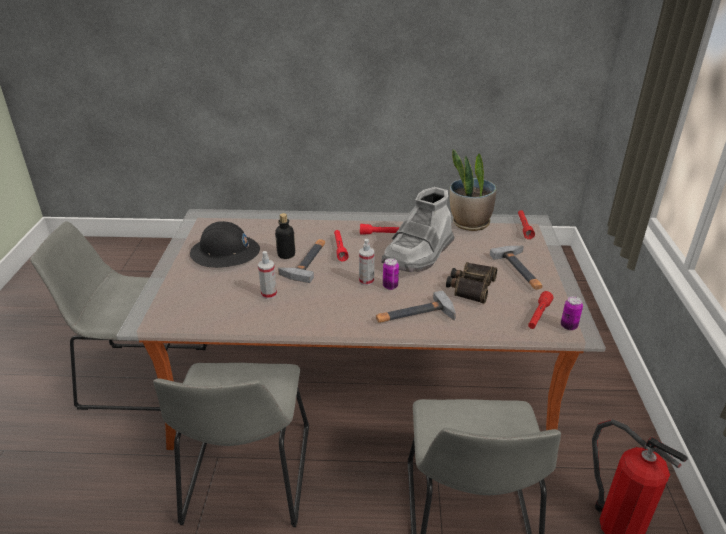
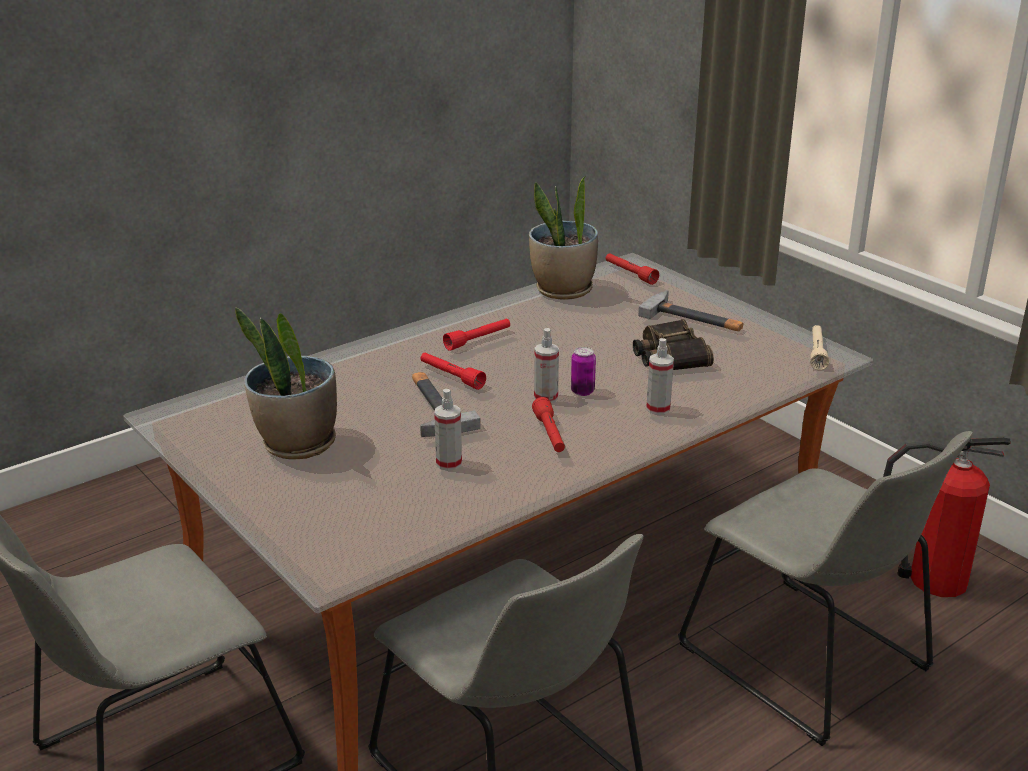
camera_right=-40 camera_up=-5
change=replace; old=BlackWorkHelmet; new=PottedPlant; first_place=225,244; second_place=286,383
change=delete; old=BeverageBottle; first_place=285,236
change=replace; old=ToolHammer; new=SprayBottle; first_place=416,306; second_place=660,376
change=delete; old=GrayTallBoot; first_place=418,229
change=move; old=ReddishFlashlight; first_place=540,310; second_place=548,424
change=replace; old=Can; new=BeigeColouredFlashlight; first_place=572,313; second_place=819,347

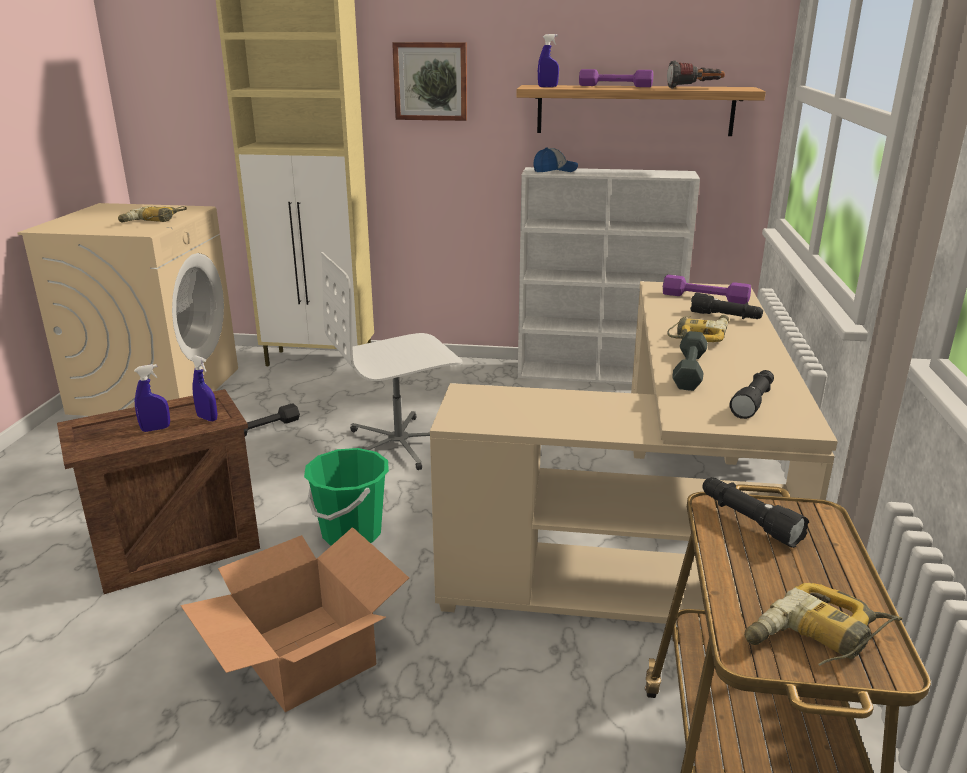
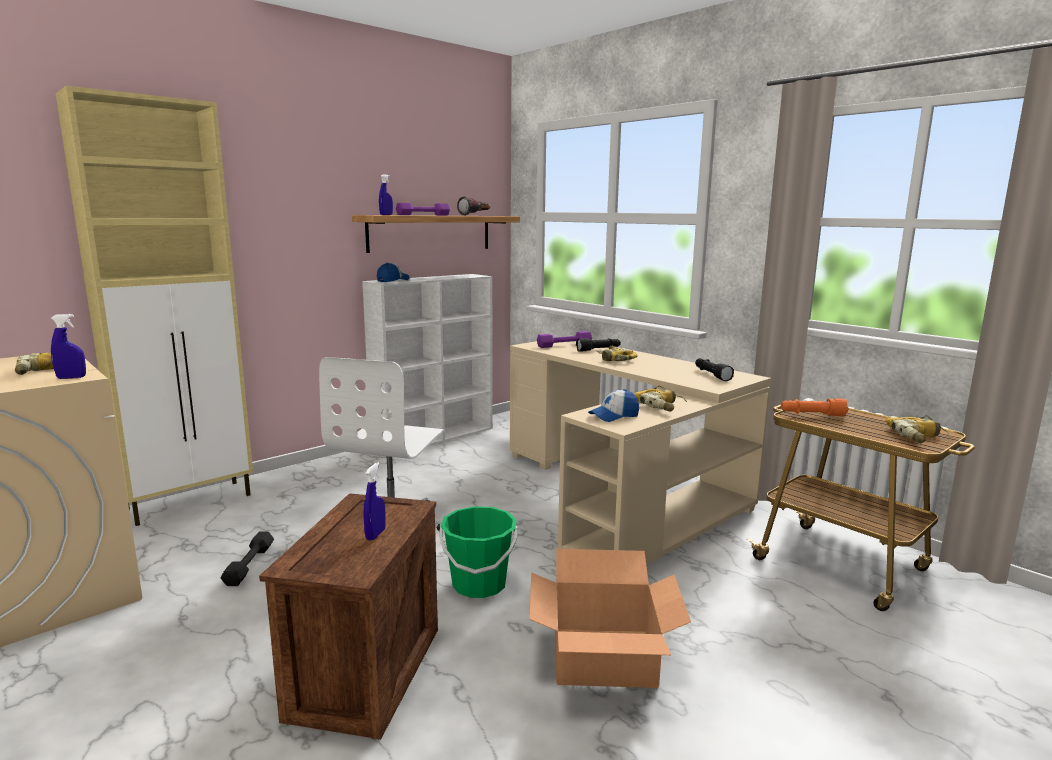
camera_right=-50 camera_up=-10
change=move; old=BluishSprayBottle; first_place=204,388; second_place=68,346
change=delete; old=Picture; first_place=429,81
change=delete; old=GrayHandWeight; first_place=690,361
change=recolor; old=BlackFlashlight; new=OrangeColouredFlashlight; first_place=755,513; second_place=814,407
change=insert; new=PeakedCap; second_place=613,405
change=insert; new=ElectricDrill; second_place=660,399

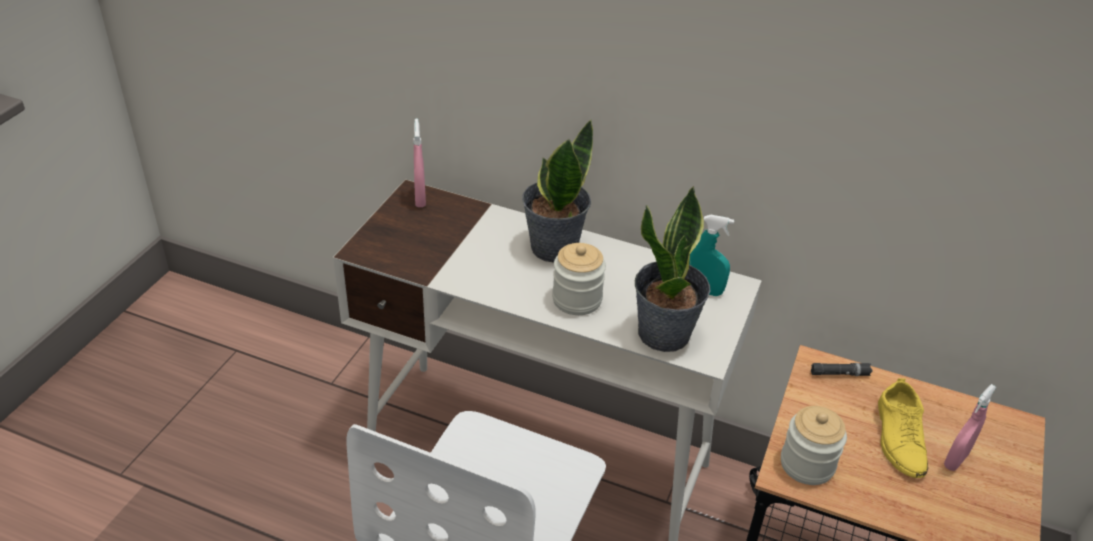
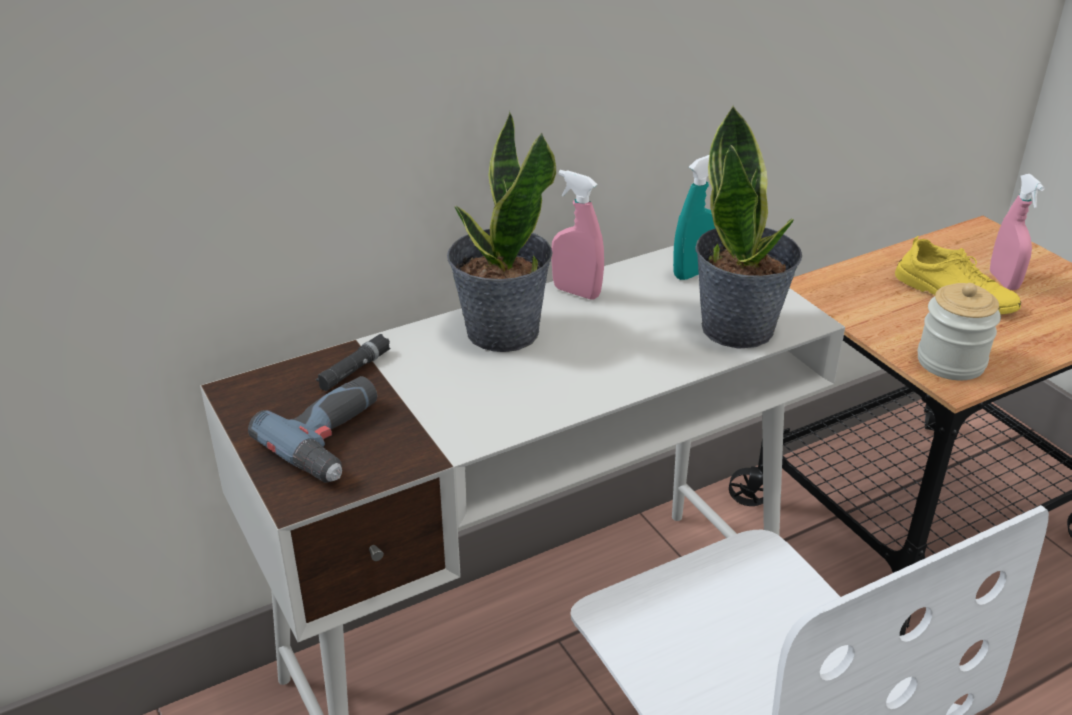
camera_right=-50 camera_up=-5
change=move; old=PinkSprayBottle; first_place=420,162; second_place=577,235
change=delete; old=PreserveJar; first_place=579,279
change=move; old=BlackFlashlight; first_place=841,369; second_place=353,362
change=insert; new=ElectricDrill; second_place=312,429

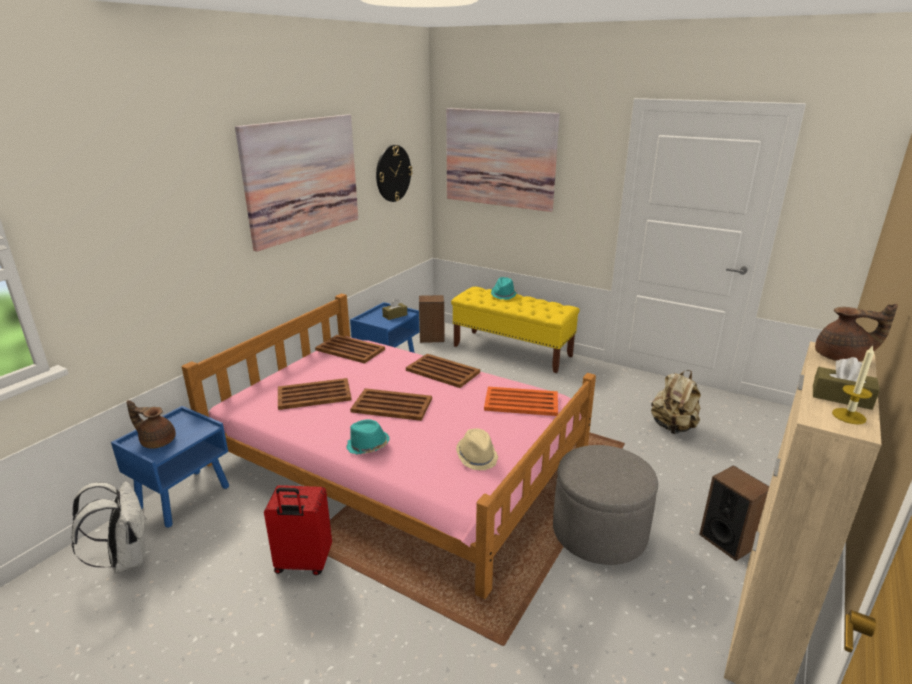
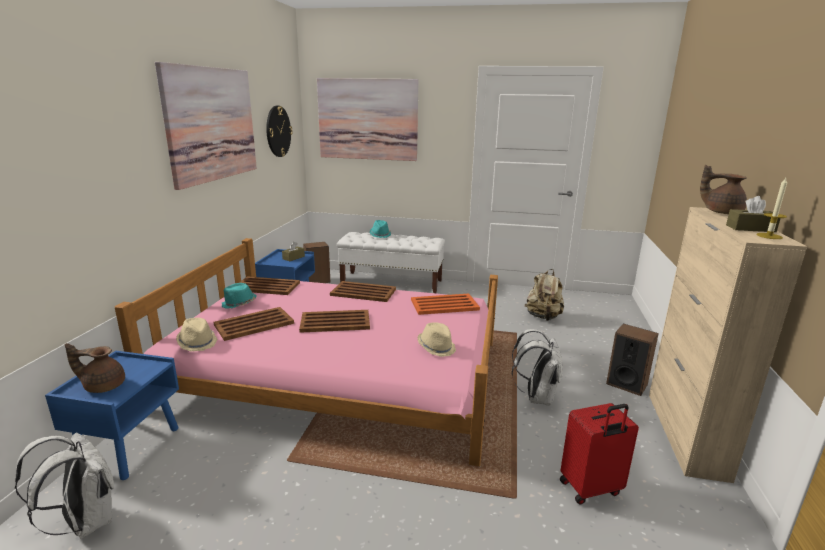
camera_right=-20 camera_up=-5
change=move; old=ReddishTravelCase; first_place=298,530; second_place=599,454
change=move; old=TurquoiseClothingHat; first_place=368,437; second_place=239,296
change=recolor; old=YellowishBench; new=WhiteColouredBench; first_place=515,330; second_place=391,262
change=replace; old=GrayFootrest; new=WhiteColouredRucksack; first_place=605,505; second_place=537,367
change=rotate; old=BrownColouredPotForTea; first_place=856,333; second_place=723,189; degrees=-150
change=insert; new=BeigeColouredClothingHat; second_place=196,335

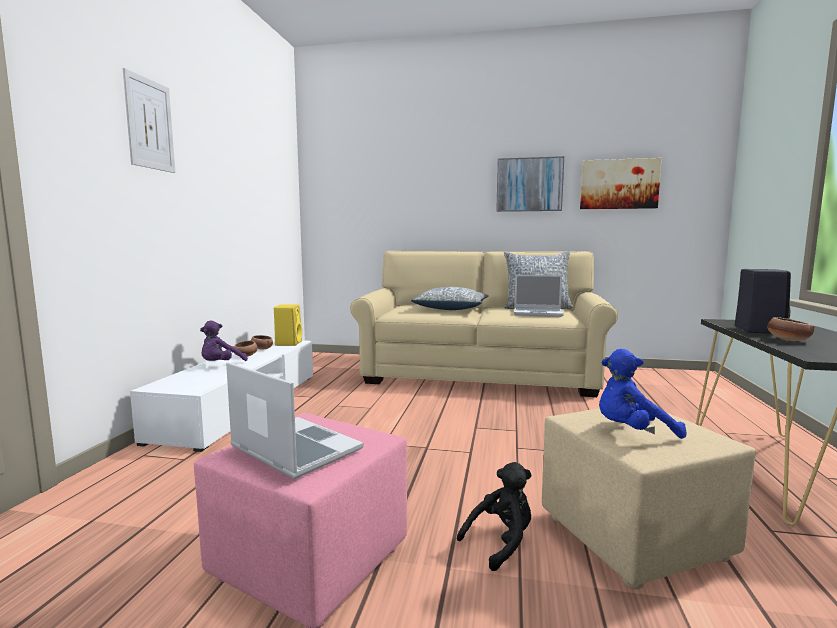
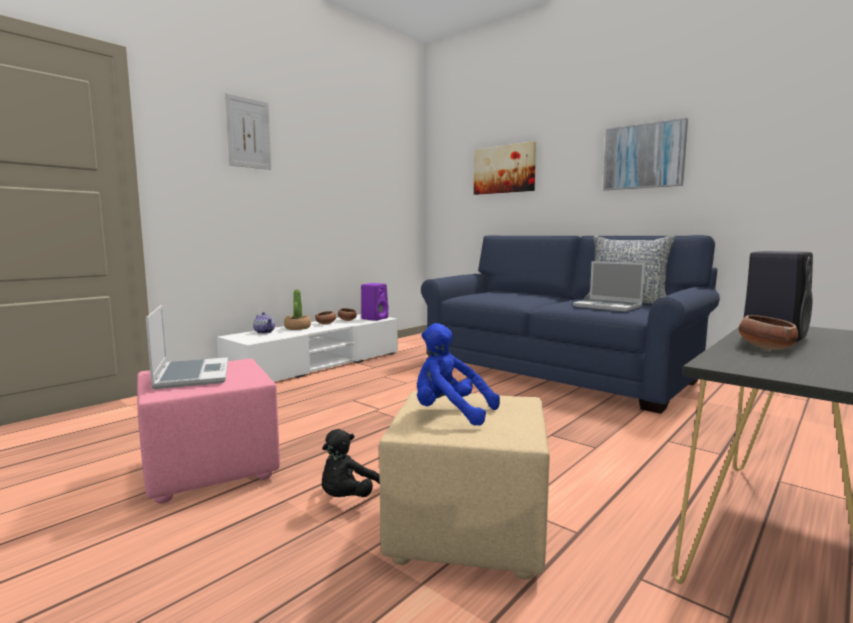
camera_right=30 camera_up=0
change=replace; old=PurplishCuddlyToy; new=PottedPlant; first_place=224,340; second_place=297,309
change=recolor; old=YellowishSpeaker; new=PurplishSpeaker; first_place=288,325; second_place=375,302
change=recolor; old=BeigeColouredCouch; new=BluishCouch; first_place=484,324; second_place=570,324
change=delete; old=ThrowPillow; first_place=450,298
change=rotate; old=BlackCuddlyToy; first_place=494,516; second_place=351,463; degrees=120
change=move; old=Picture; first_place=621,183; second_place=505,168
change=insert; new=PotForTea; second_place=264,323

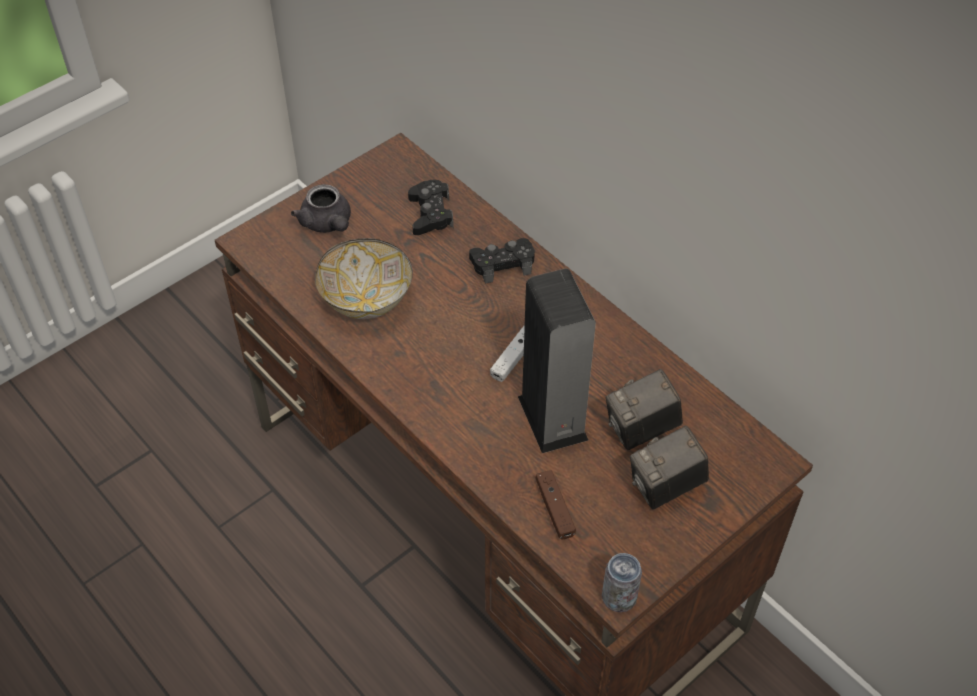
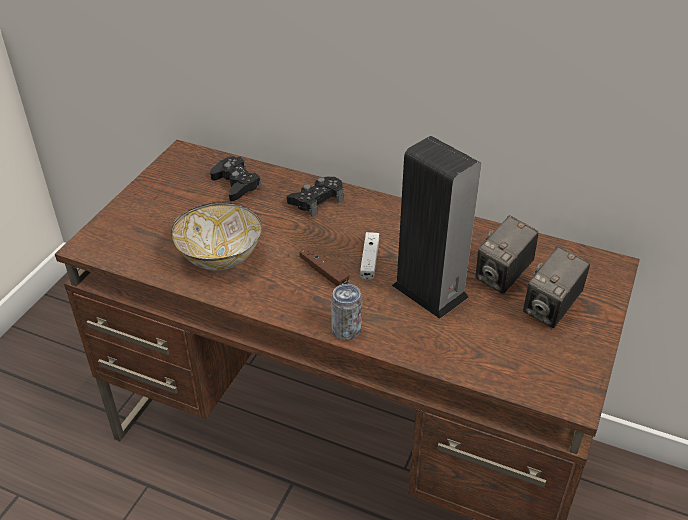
camera_right=-25 camera_up=-10
change=delete; old=GrayPotForTea; first_place=321,208
change=move; old=BrownColouredGamepad; first_place=556,505; second_place=324,266
change=move; old=Can; first_place=622,582; second_place=346,312

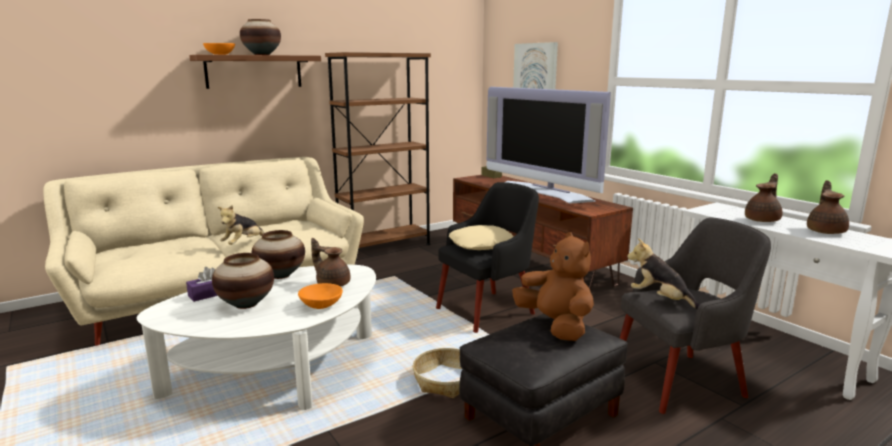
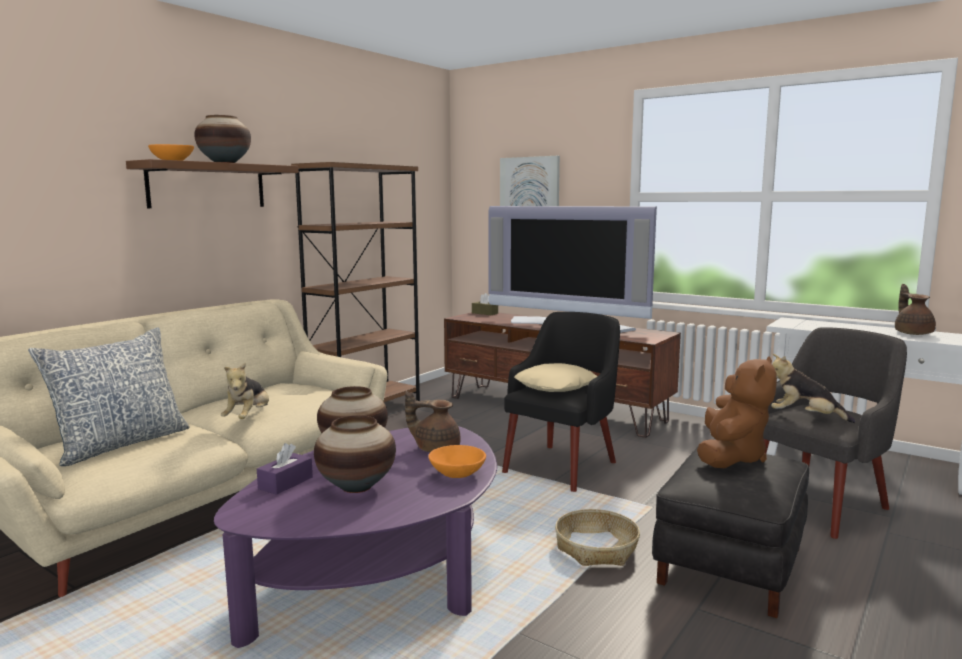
camera_right=-20 camera_up=-5
change=recolor; old=WhiteColouredLowTable; new=PurplishLowTable; first_place=256,337; second_place=355,537
change=rotate; old=BrownColouredCuddlyToy; first_place=553,286; second_place=737,412; degrees=75
change=delete; old=BrownColouredPotForTea; first_place=763,197
change=insert; new=ThrowPillow; second_place=109,396

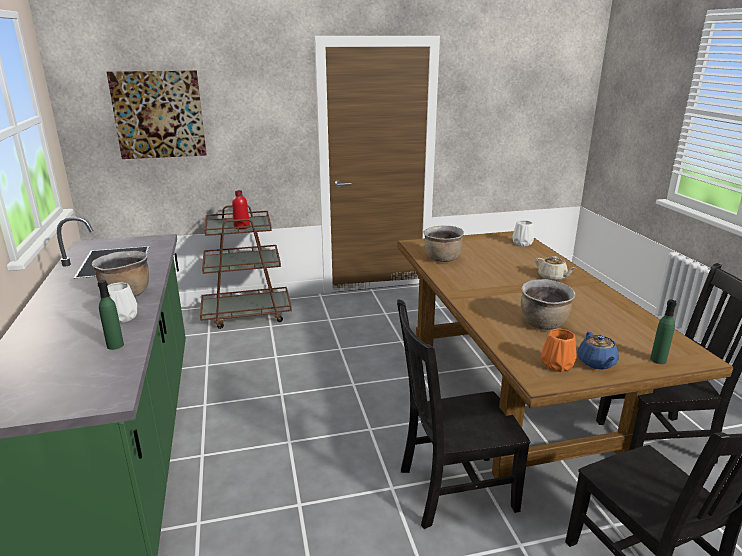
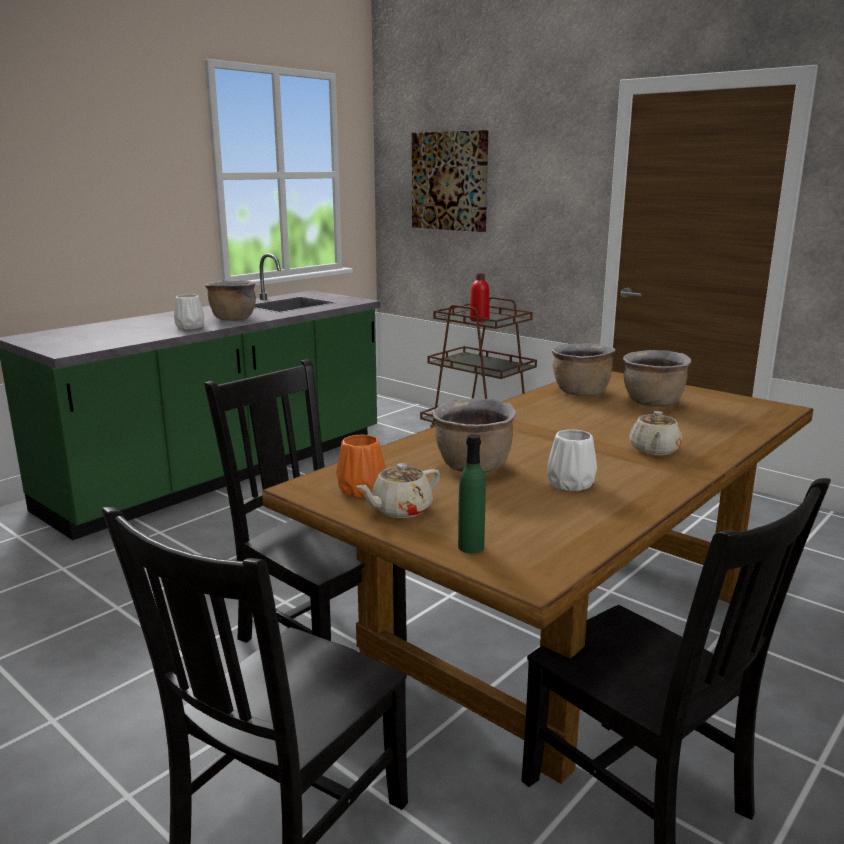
camera_right=55 camera_up=-5
change=delete; old=GreenishBeverageBottle; first_place=111,315
change=move; old=WhiteColouredVase; first_place=523,233; second_place=572,460
change=recolor; old=BluishPotForTea; new=BeigeColouredPotForTea; first_place=598,350; second_place=398,490
change=insert; new=BrownColouredSaucepot; second_place=657,378

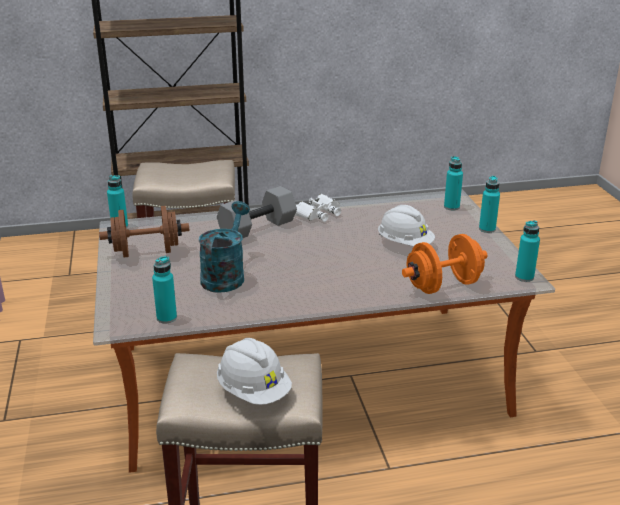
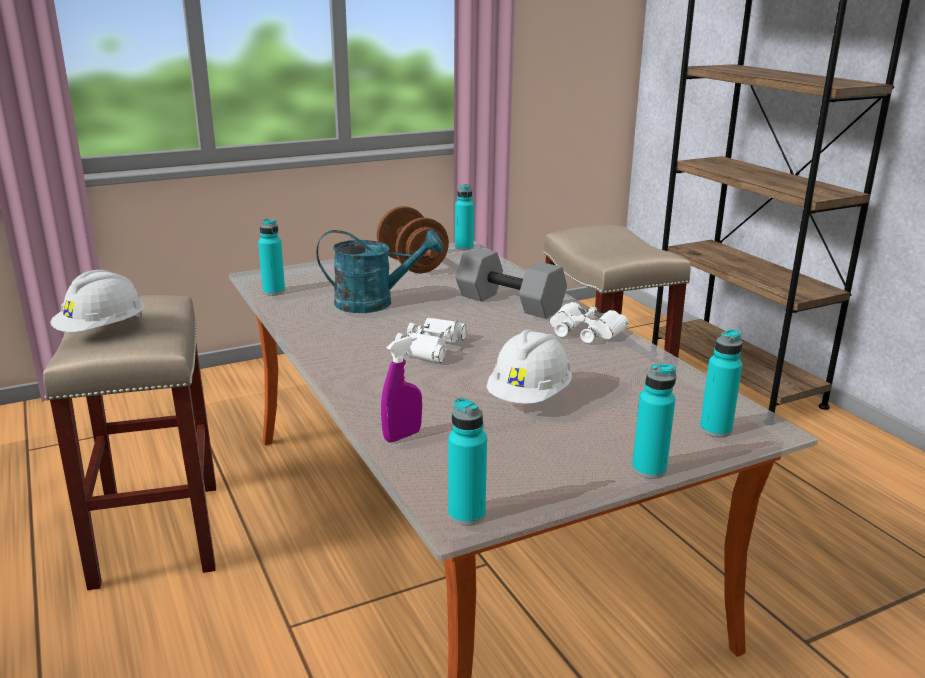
camera_right=75 camera_up=-5
change=replace; old=OrangeColouredHandWeight; new=PurplishSprayBottle; first_place=444,264; second_place=401,389
change=insert; new=WhiteColouredFieldGlasses; second_place=431,340

